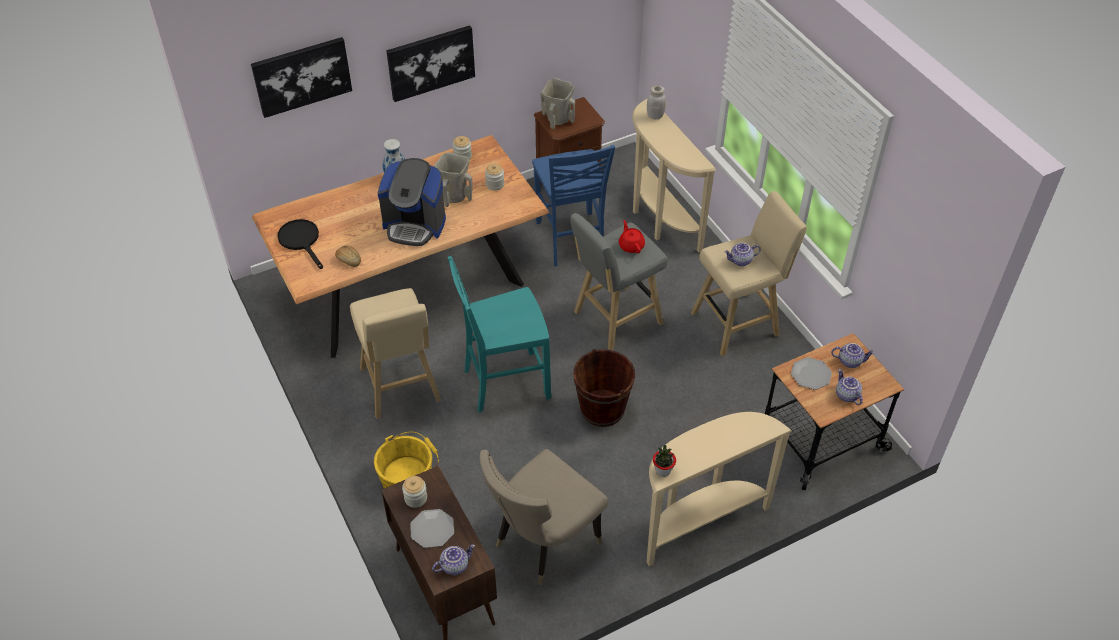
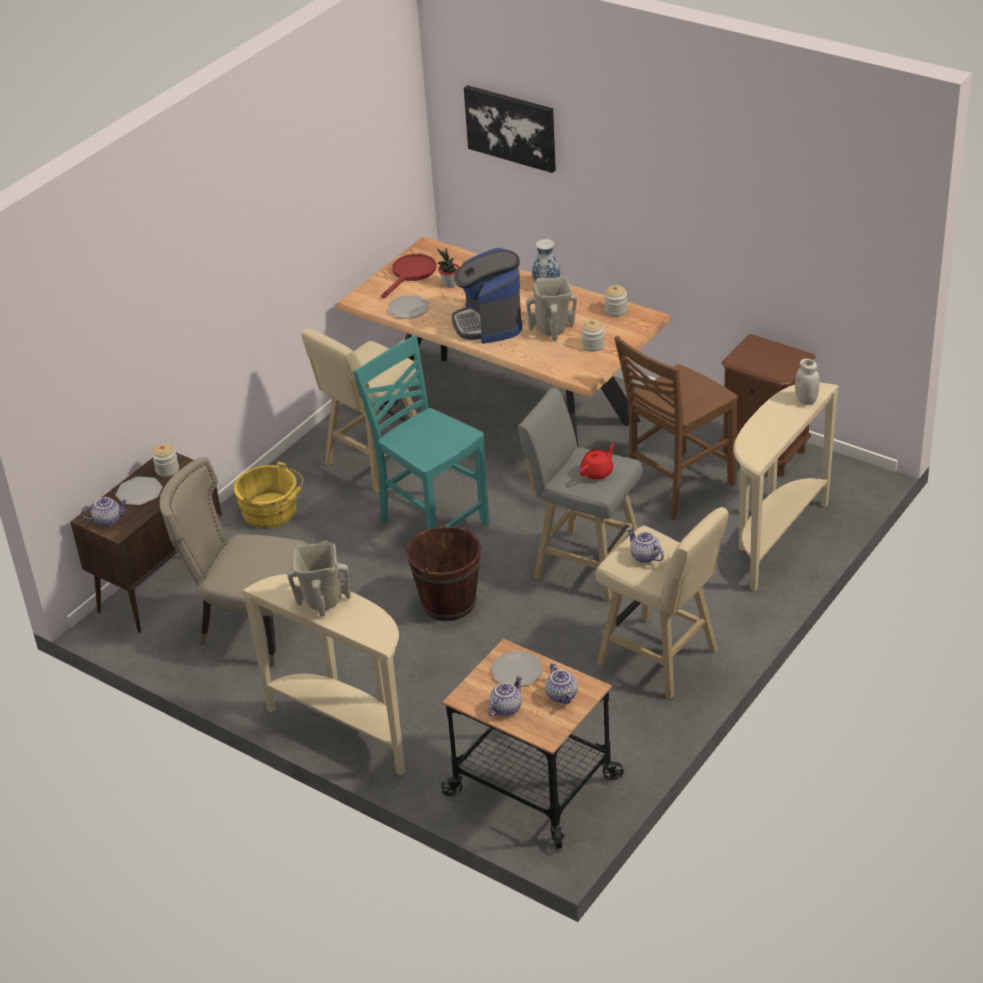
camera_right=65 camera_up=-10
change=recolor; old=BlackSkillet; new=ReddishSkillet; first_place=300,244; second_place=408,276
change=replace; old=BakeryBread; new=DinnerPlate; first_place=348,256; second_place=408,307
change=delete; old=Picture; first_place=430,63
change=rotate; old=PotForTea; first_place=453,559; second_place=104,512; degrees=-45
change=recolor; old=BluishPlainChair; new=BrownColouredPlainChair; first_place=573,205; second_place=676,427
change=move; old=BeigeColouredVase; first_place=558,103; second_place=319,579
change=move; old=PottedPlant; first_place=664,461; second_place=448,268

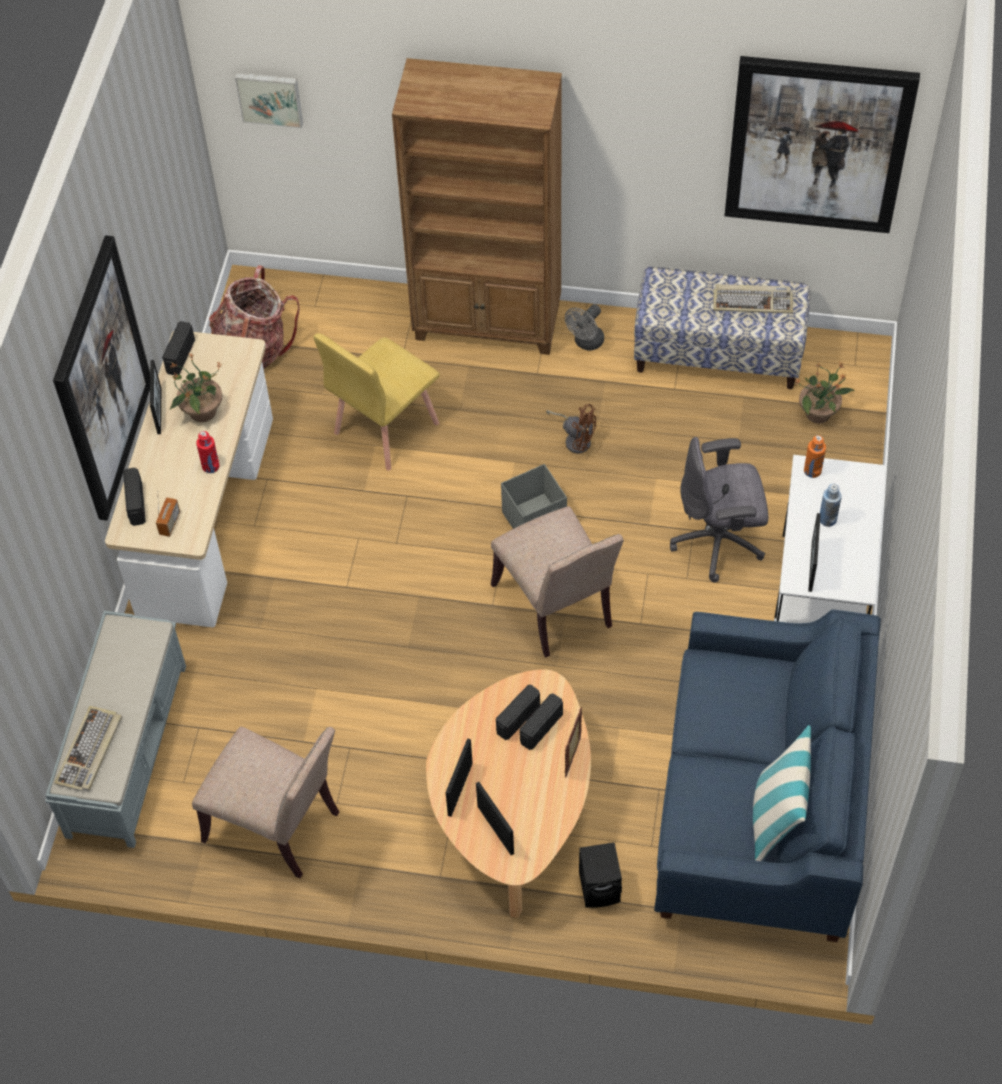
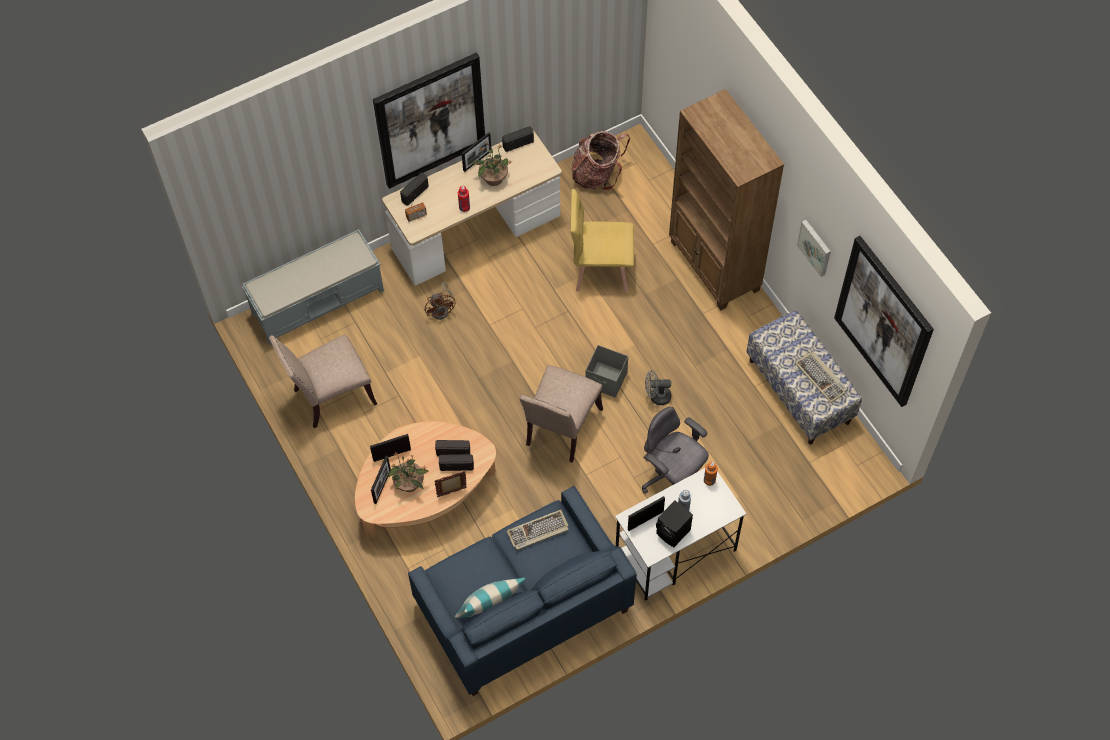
camera_right=50 camera_up=5
change=move; old=PcKeyboard; first_place=88,748; second_place=538,530
change=rotate; old=BeigeColouredPlainChair; first_place=265,802; second_place=323,381; degrees=75
change=move; old=Picture; first_place=269,100; second_place=814,248
change=move; old=BrownColouredFan; first_place=571,429; second_place=440,301
change=move; old=GrayFan; first_place=584,327; second_place=658,387
change=move; old=BlackSpeaker; first_place=600,875; second_place=674,523
change=move; old=PottedPlant; first_place=824,393; second_place=408,471

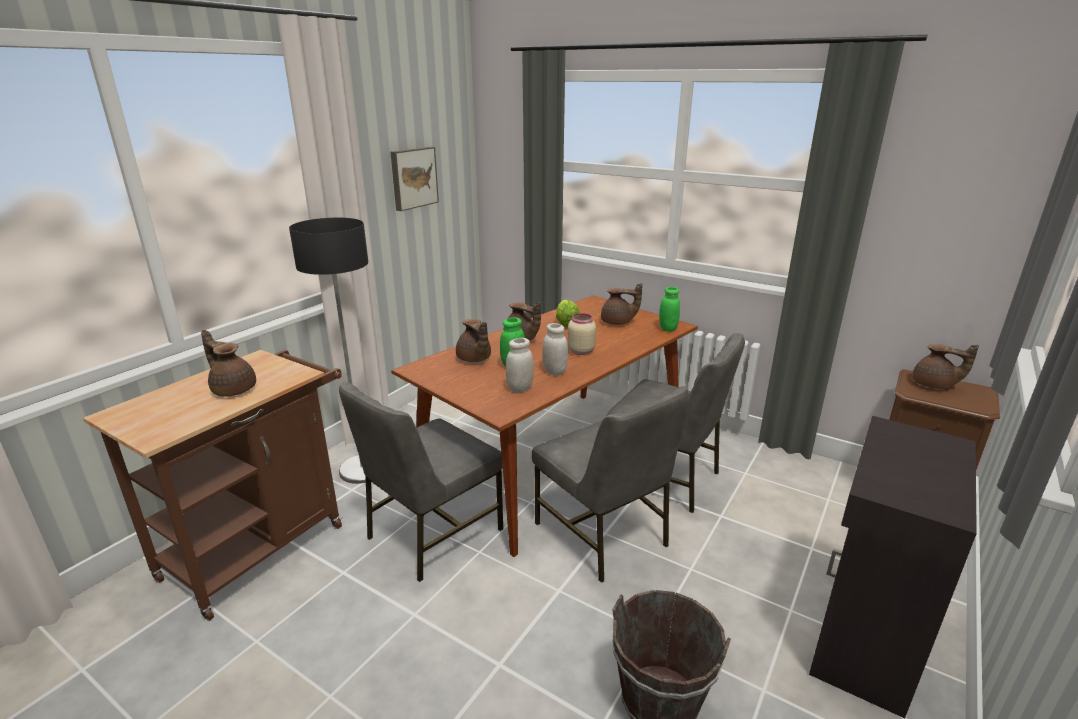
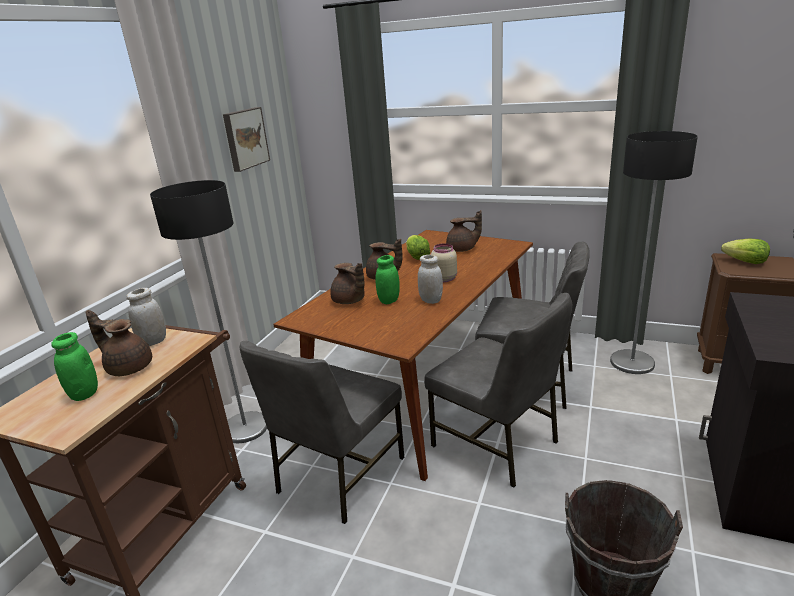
camera_right=-10 camera_up=0
change=move; old=WhiteColouredPreserveJar; first_place=520,365; second_place=146,317
change=move; old=GreenishPreserveJar; first_place=669,309; second_place=74,366
change=replace; old=BrownColouredPotForTea; new=HeadOfLettuce; first_place=945,366; second_place=745,251
change=insert; new=StandardLamp; second_place=654,252

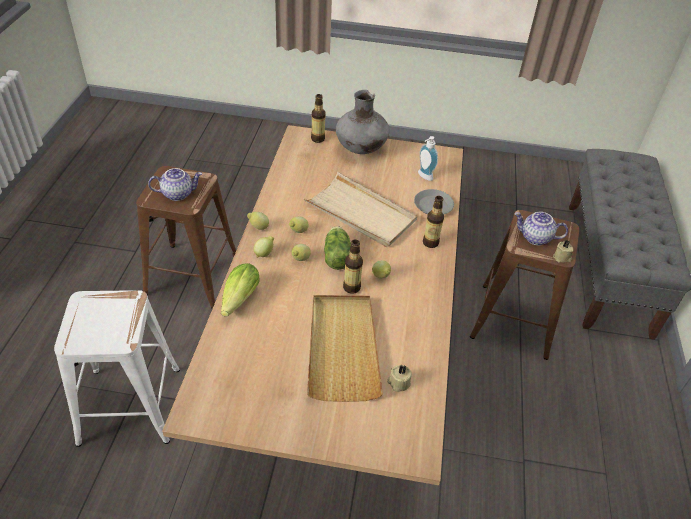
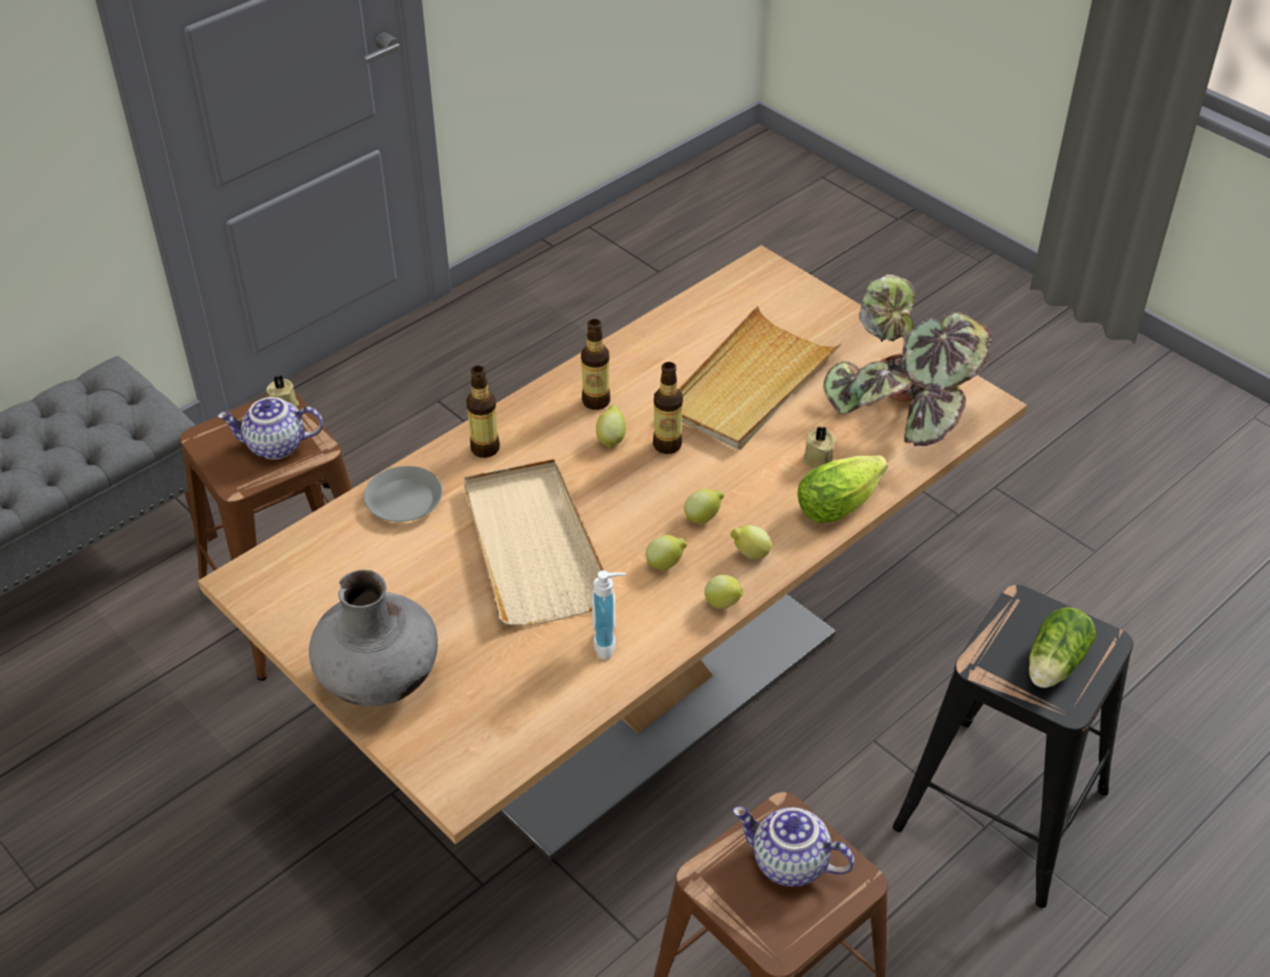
camera_right=-140 camera_up=0
change=recolor; old=WhiteColouredStoolSeat; new=BlackStoolSeat; first_place=117,368; second_place=1013,746
change=move; old=BeverageBottle; first_place=318,118; second_place=595,364
change=move; old=HeadOfLettuce; first_place=337,248; second_place=1063,647
change=move; old=BeigeColouredWaxCandle; first_place=399,378; second_place=819,447
change=move; old=SoapDispenser; first_place=428,158; second_place=609,615
change=rotate; old=PotForTea; first_place=541,228; second_place=270,428; degrees=120
change=insert; new=PottedPlant; second_place=907,360

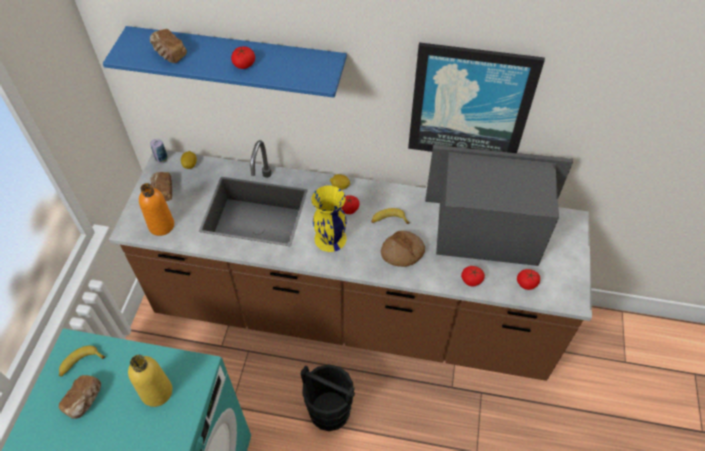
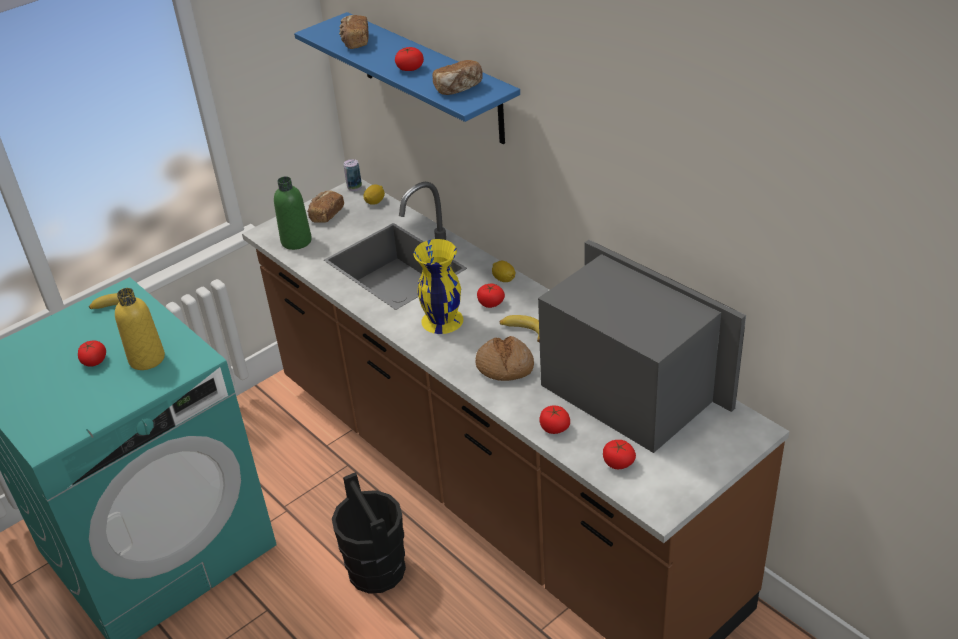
camera_right=40 camera_up=-15
change=move; old=BakeryBread; first_place=80,397; second_place=457,77
change=recolor; old=OrangeColouredBeverageBottle; new=GreenishBeverageBottle; first_place=156,209; second_place=293,213
change=delete; old=Picture; first_place=476,97
change=insert; new=FreshTomato; second_place=92,354

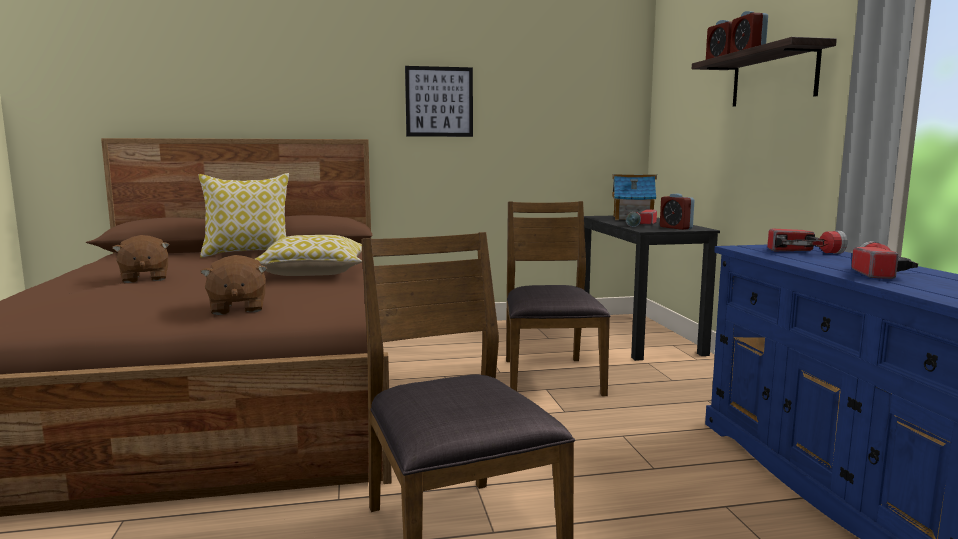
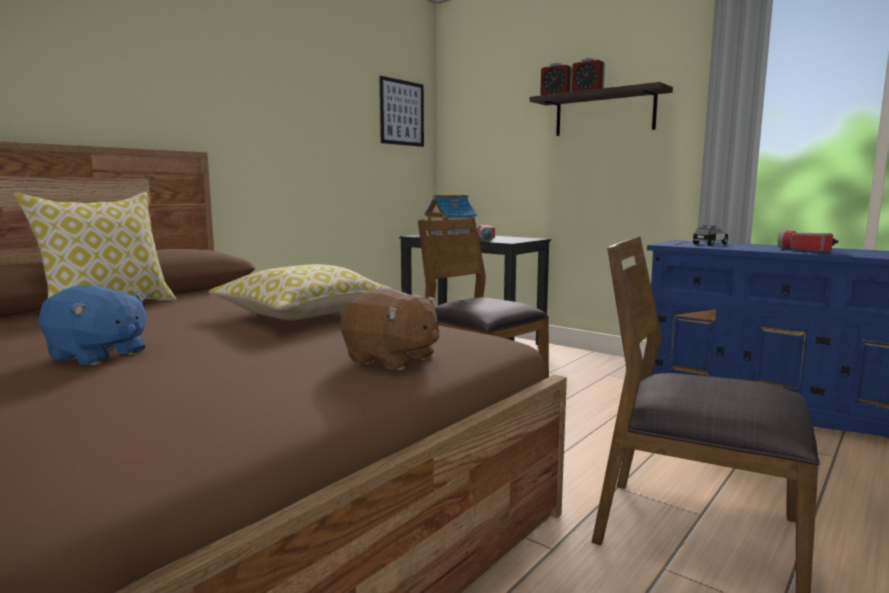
camera_right=-40 camera_up=0
change=recolor; old=BrownColouredCuddlyToy; new=BluishCuddlyToy; first_place=140,259; second_place=93,325
change=move; old=Picture; first_place=439,101; second_place=402,111
change=delete; old=AlarmClock; first_place=677,212
change=replace; old=Flashlight; new=ModelCar; first_place=807,241; second_place=710,235

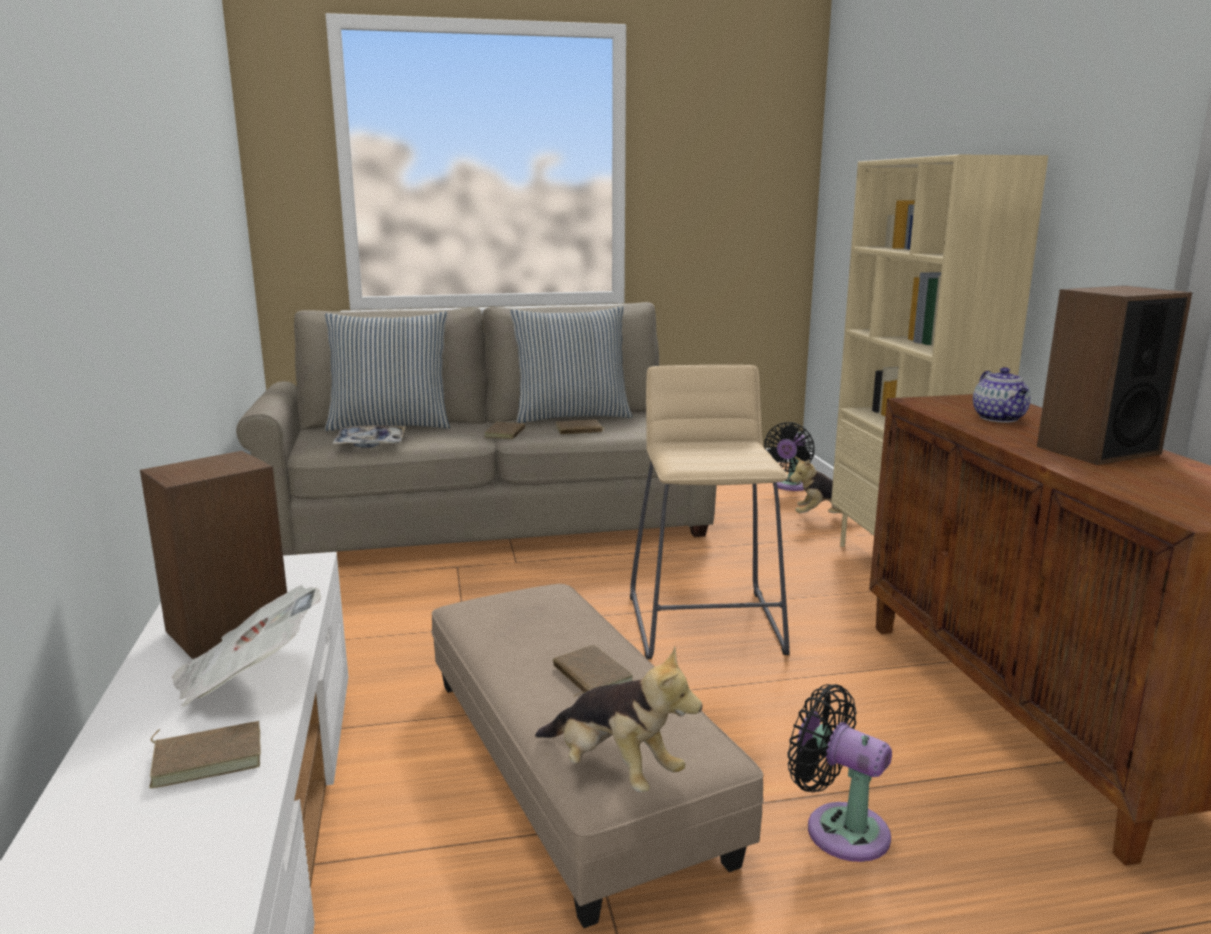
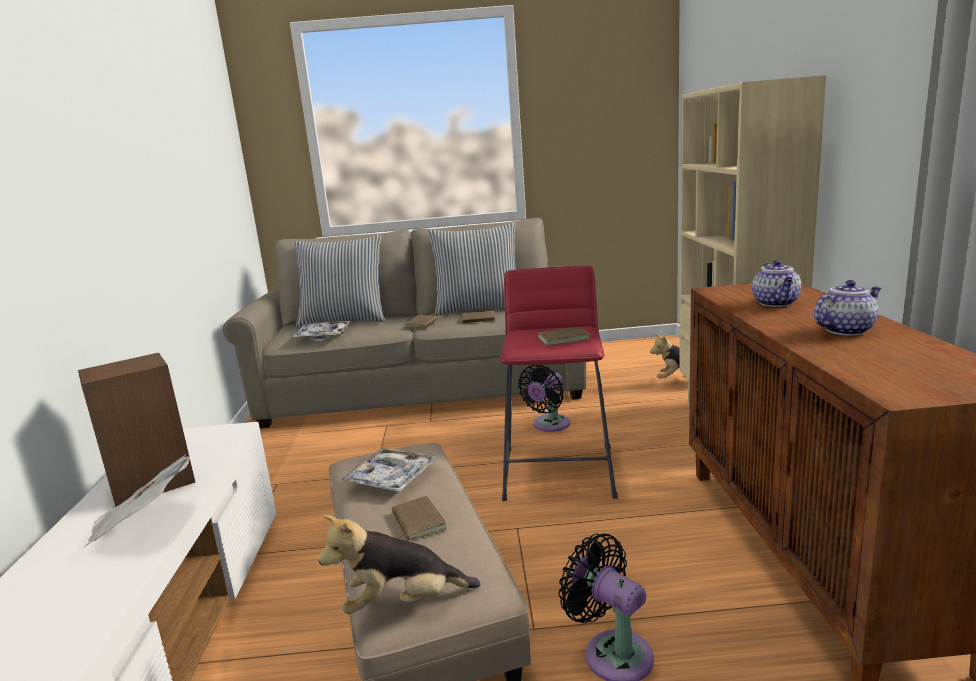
camera_right=10 camera_up=0
change=move; old=BrownColouredVolume; first_place=205,754; second_place=562,336
change=rotate; old=CuddlyToy; first_place=618,719; second_place=399,564; degrees=120
change=recolor; old=BeigeColouredStoolSeat; new=ReddishStoolSeat; first_place=710,512; second_place=558,383
change=move; old=BlackFan; first_place=789,456; second_place=544,398
change=replace; old=Speaker; new=PotForTea; first_place=1114,375; second_place=848,308
change=insert; new=CarryingTray; second_place=388,469

